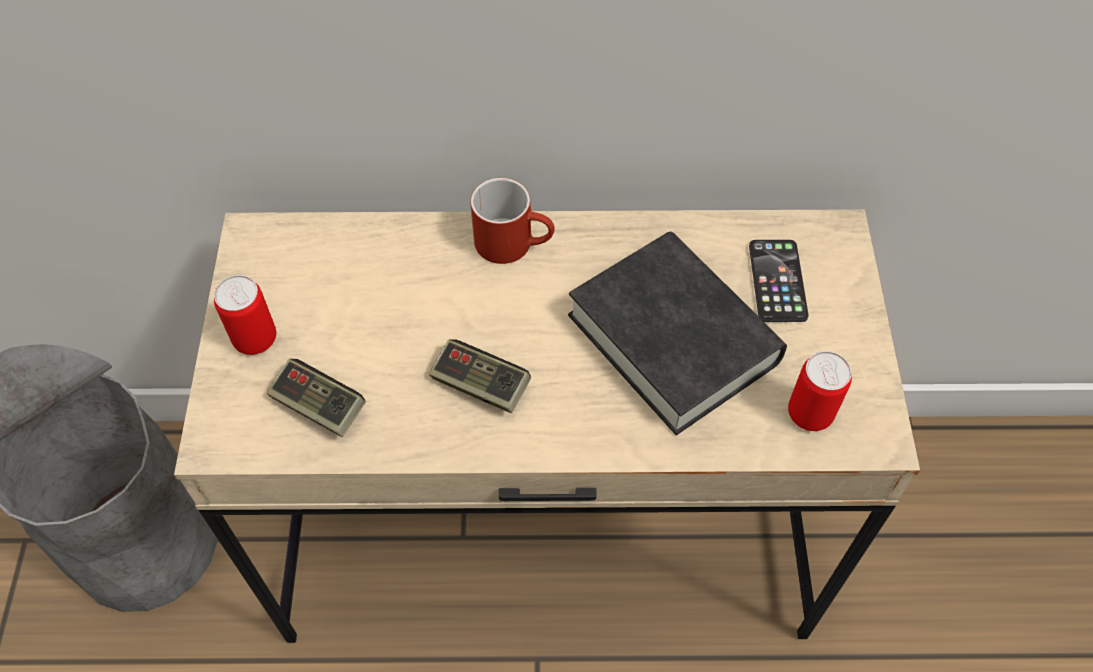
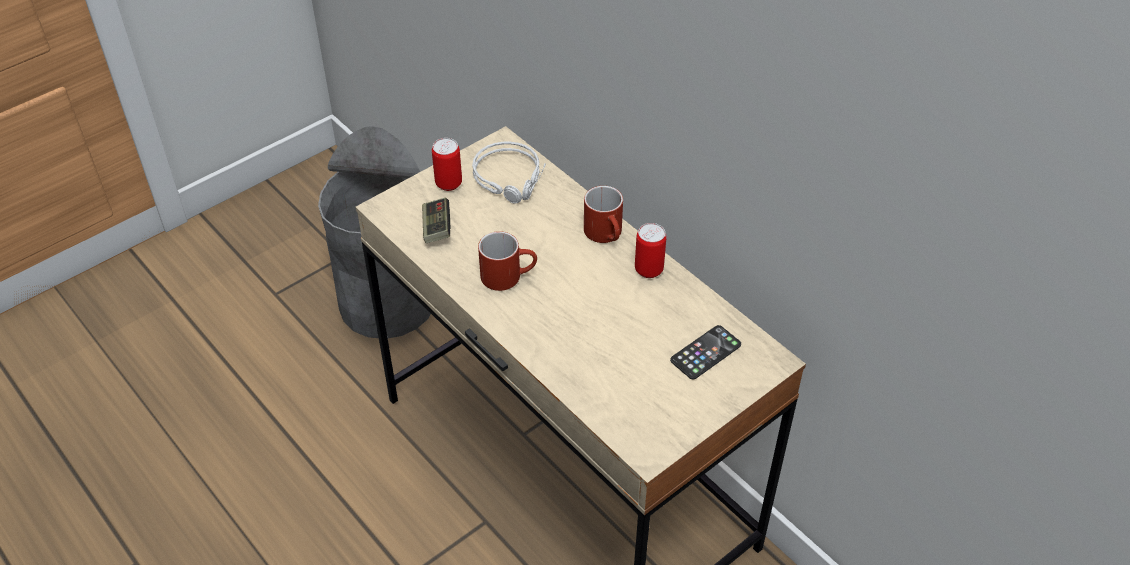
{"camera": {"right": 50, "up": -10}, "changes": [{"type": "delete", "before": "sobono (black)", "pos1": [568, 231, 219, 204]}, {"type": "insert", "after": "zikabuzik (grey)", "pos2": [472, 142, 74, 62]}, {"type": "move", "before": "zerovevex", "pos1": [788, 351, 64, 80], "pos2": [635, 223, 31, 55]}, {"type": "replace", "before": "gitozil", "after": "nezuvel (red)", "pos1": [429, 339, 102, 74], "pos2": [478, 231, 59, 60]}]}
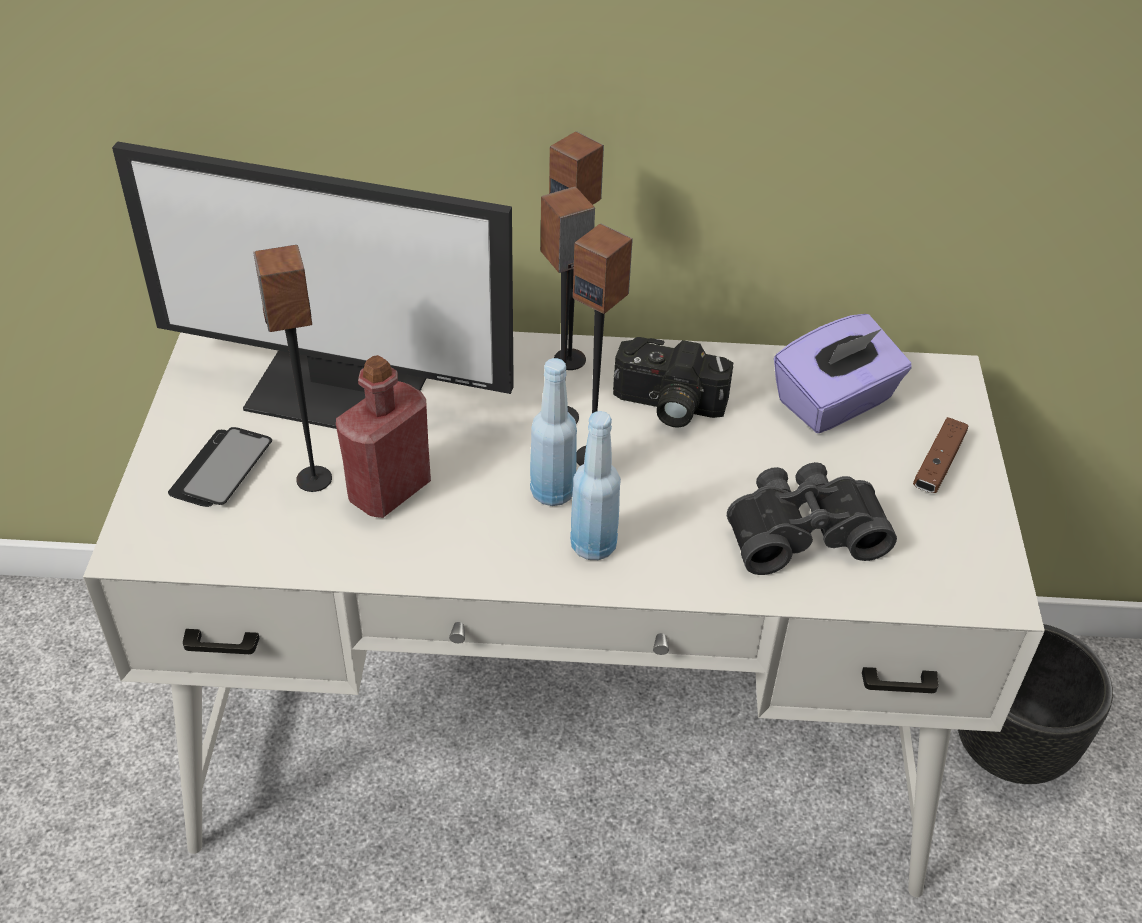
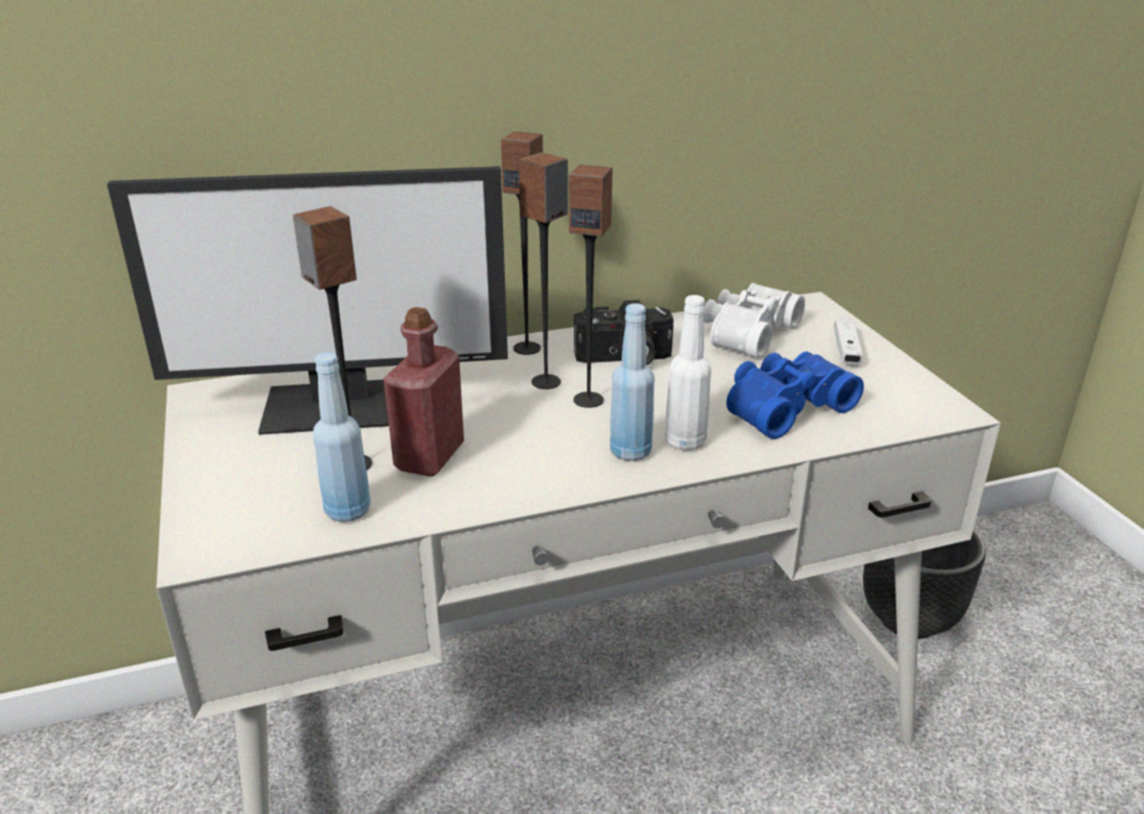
{"camera": {"right": -20, "up": -15}, "changes": [{"type": "delete", "before": "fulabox", "pos1": [168, 427, 104, 80]}, {"type": "insert", "after": "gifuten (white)", "pos2": [665, 295, 46, 156]}, {"type": "move", "before": "gifuten (blue)", "pos1": [530, 358, 47, 148], "pos2": [313, 352, 58, 170]}, {"type": "replace", "before": "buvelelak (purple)", "after": "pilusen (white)", "pos1": [774, 314, 138, 119], "pos2": [703, 283, 102, 76]}, {"type": "recolor", "before": "pilusen (black)", "after": "pilusen (blue)", "pos1": [727, 462, 170, 113], "pos2": [726, 352, 138, 87]}, {"type": "recolor", "before": "gitozil (brown)", "after": "gitozil (white)", "pos1": [913, 417, 56, 76], "pos2": [834, 319, 29, 45]}]}
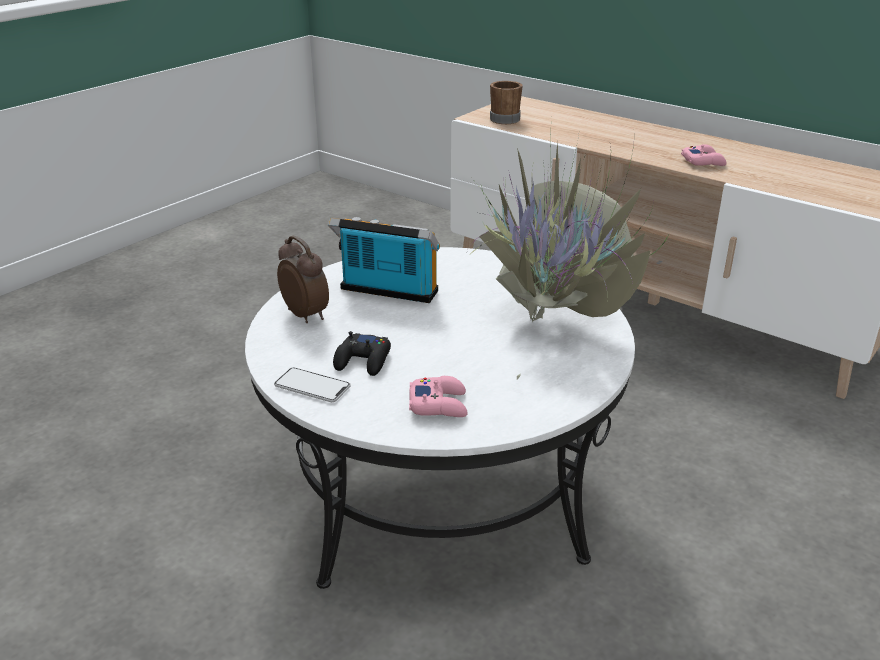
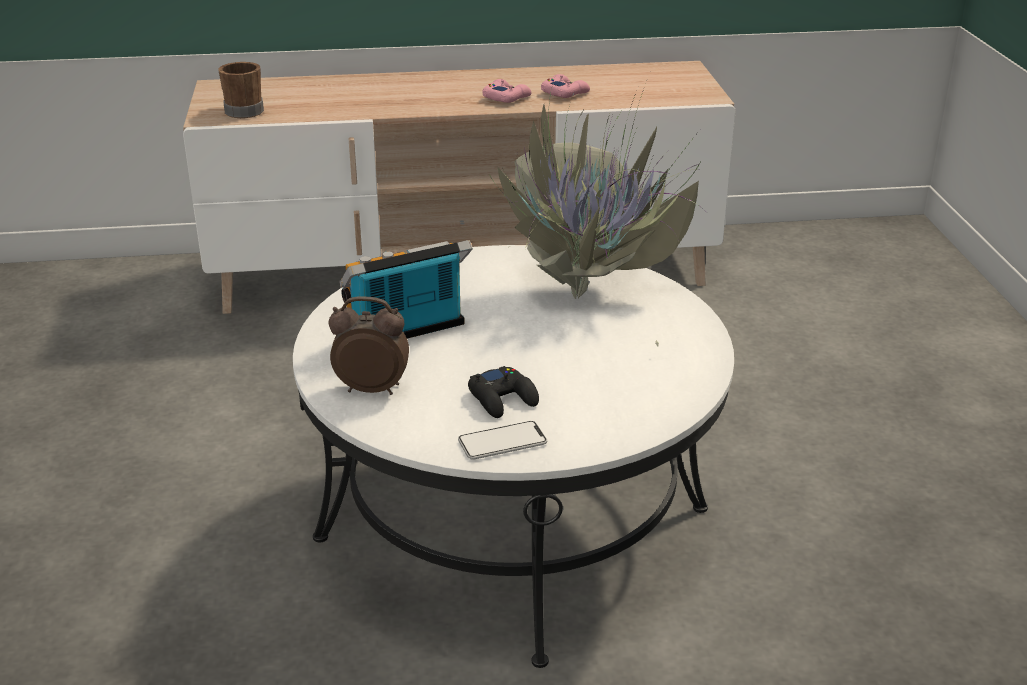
{"camera": {"right": -45, "up": 0}, "changes": [{"type": "move", "before": "gitozil (pink)", "pos1": [409, 376, 59, 41], "pos2": [541, 74, 49, 24]}]}
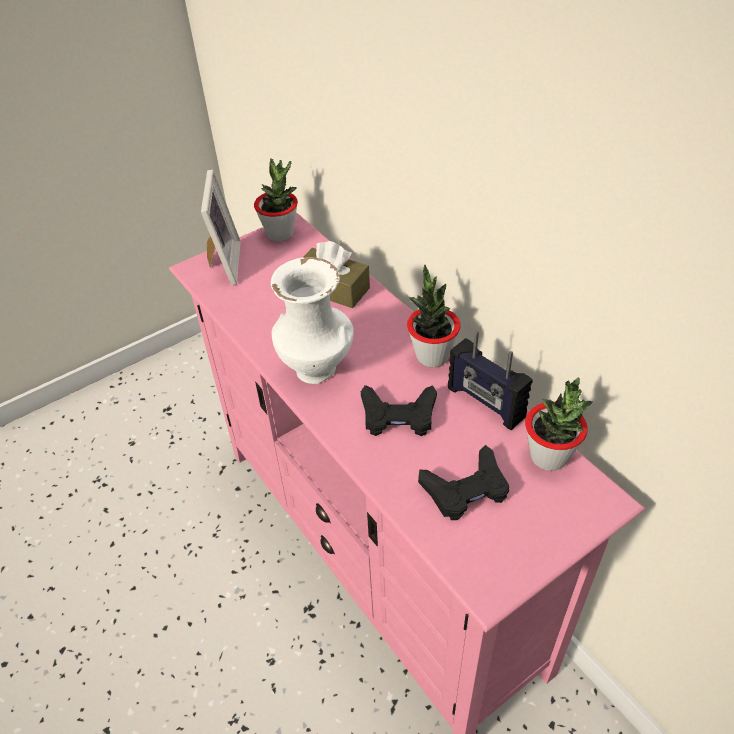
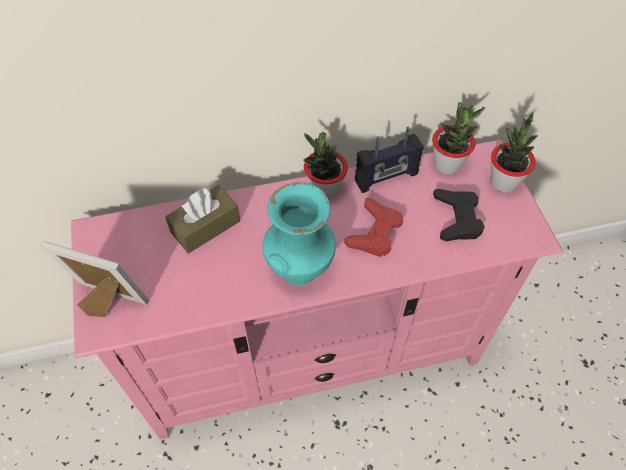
{"camera": {"right": -70, "up": 10}, "changes": [{"type": "move", "before": "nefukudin", "pos1": [254, 158, 44, 83], "pos2": [491, 112, 47, 81]}, {"type": "recolor", "before": "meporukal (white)", "after": "meporukal (turquoise)", "pos1": [271, 257, 83, 127], "pos2": [262, 182, 74, 103]}, {"type": "recolor", "before": "gitozil (black)", "after": "gitozil (red)", "pos1": [361, 385, 76, 51], "pos2": [344, 198, 60, 59]}]}
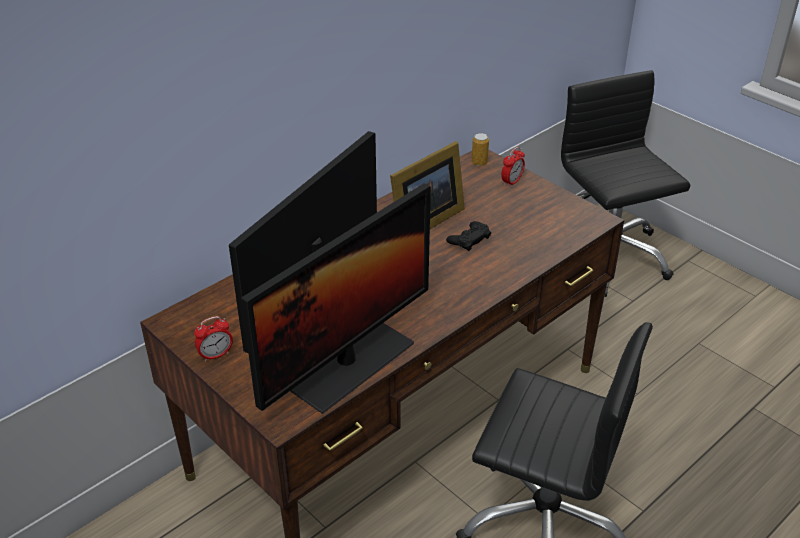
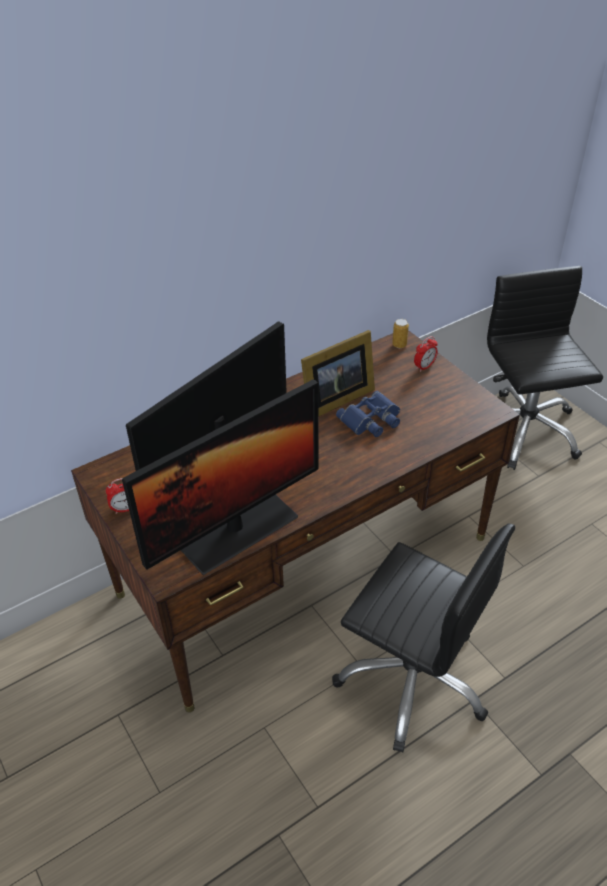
{"camera": {"right": 10, "up": 5}, "changes": [{"type": "replace", "before": "gitozil (black)", "after": "pilusen (blue)", "pos1": [446, 221, 45, 30], "pos2": [336, 391, 64, 46]}]}
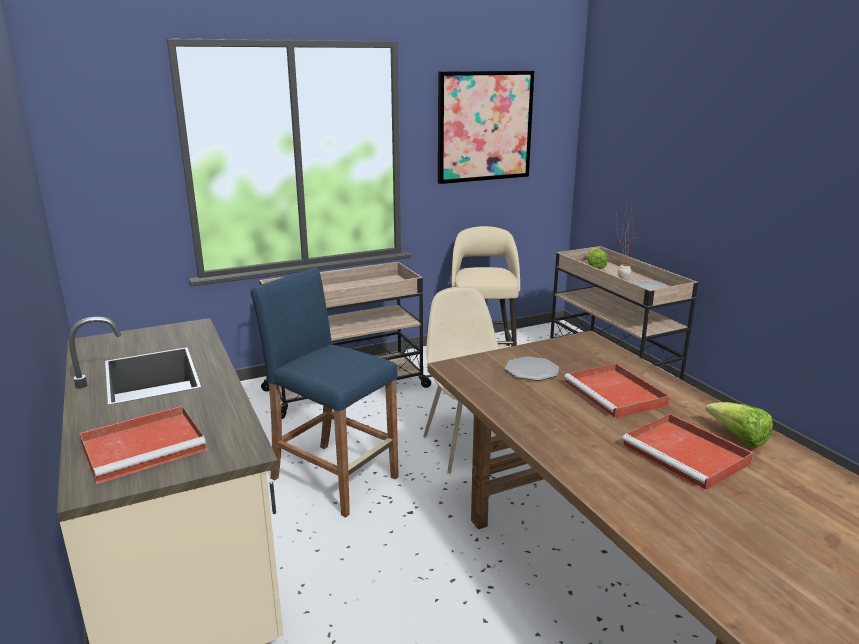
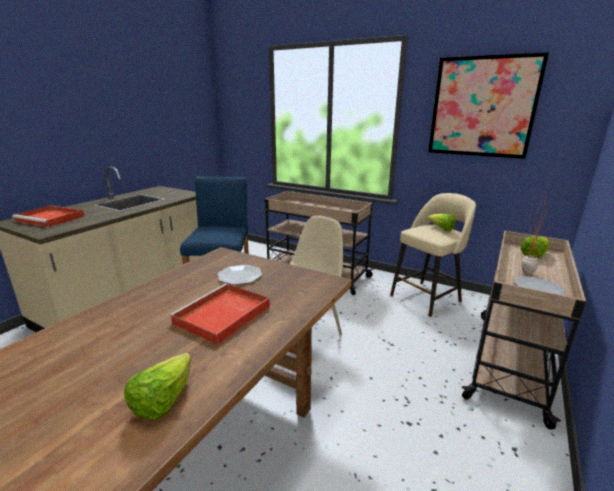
{"camera": {"right": 55, "up": 0}, "changes": [{"type": "delete", "before": "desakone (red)", "pos1": [622, 413, 131, 78]}, {"type": "insert", "after": "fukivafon", "pos2": [428, 214, 28, 18]}]}
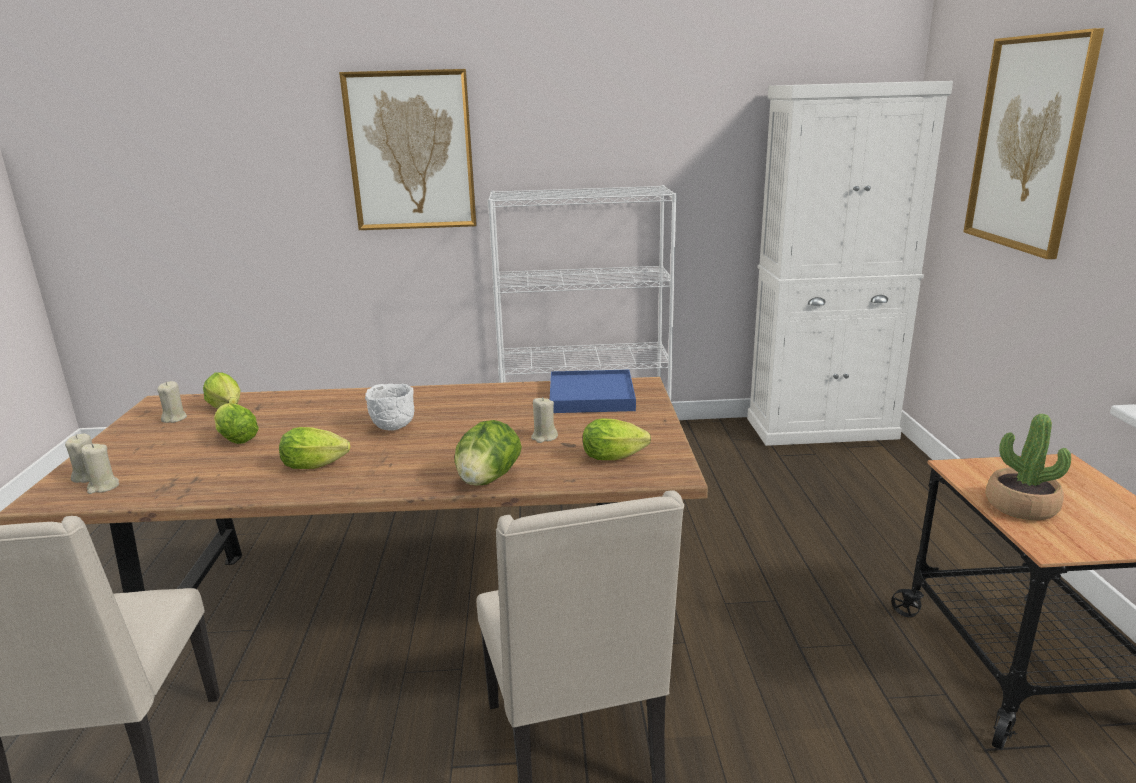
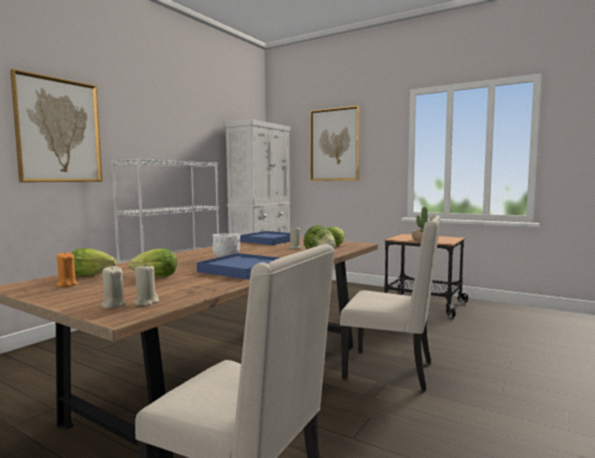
{"camera": {"right": -55, "up": -15}, "changes": [{"type": "replace", "before": "fukivafon", "after": "desakone (blue)", "pos1": [279, 427, 71, 42], "pos2": [197, 253, 82, 26]}, {"type": "recolor", "before": "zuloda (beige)", "after": "zuloda (orange)", "pos1": [157, 381, 30, 42], "pos2": [56, 252, 21, 35]}]}
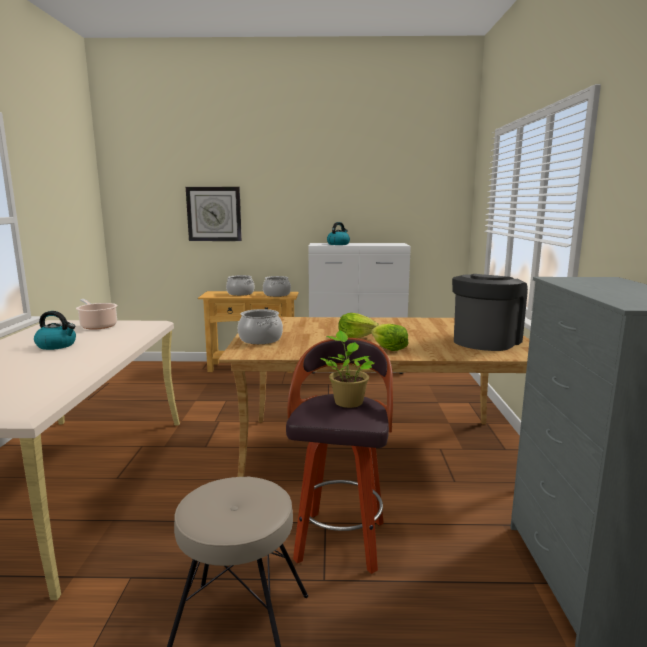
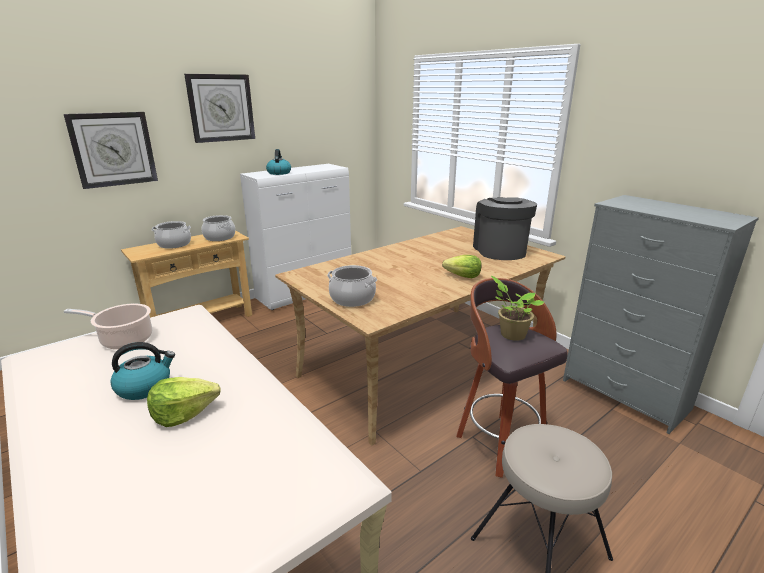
{"camera": {"right": -40, "up": 10}, "changes": [{"type": "insert", "after": "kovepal", "pos2": [184, 74, 71, 69]}, {"type": "move", "before": "fukivafon", "pos1": [339, 313, 40, 25], "pos2": [147, 377, 74, 50]}]}
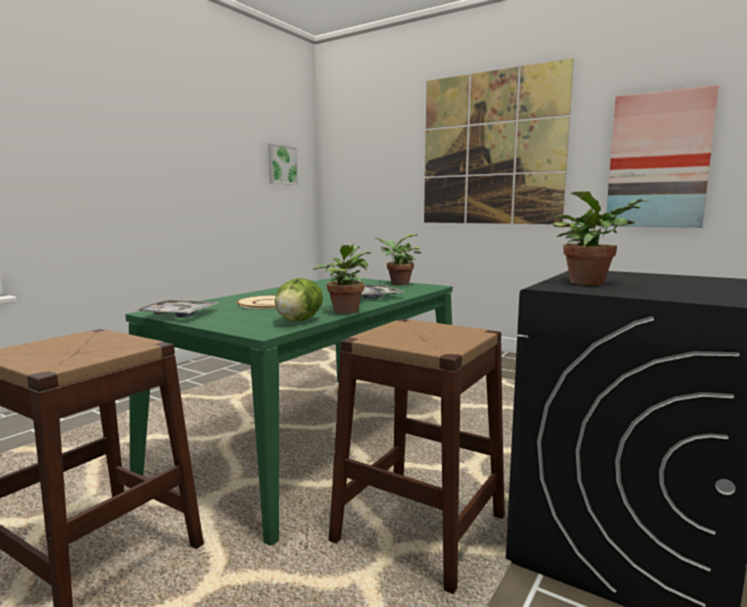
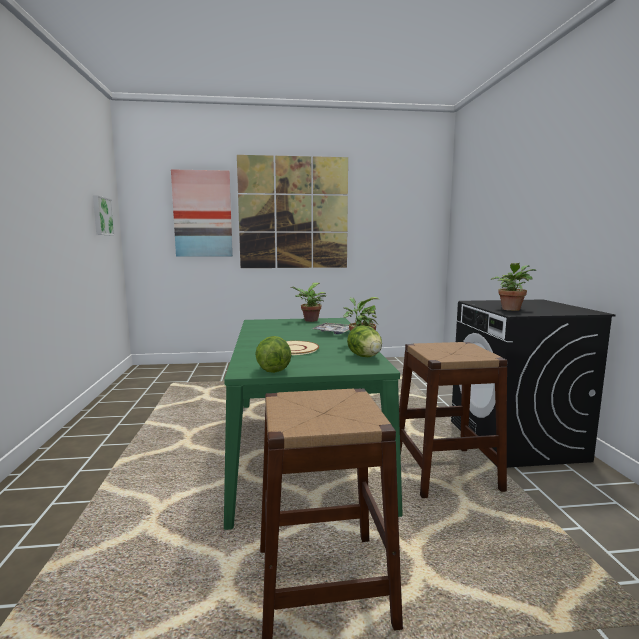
{"camera": {"right": -40, "up": 0}, "changes": [{"type": "move", "before": "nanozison", "pos1": [606, 85, 113, 143], "pos2": [171, 169, 62, 88]}, {"type": "replace", "before": "desakone", "after": "fukivafon", "pos1": [135, 300, 83, 17], "pos2": [255, 336, 37, 37]}]}
